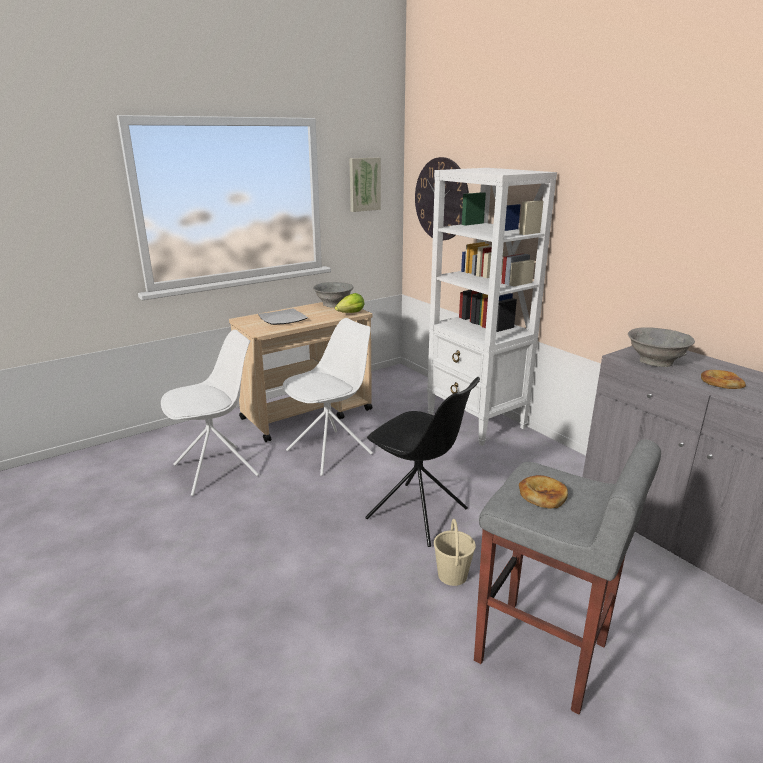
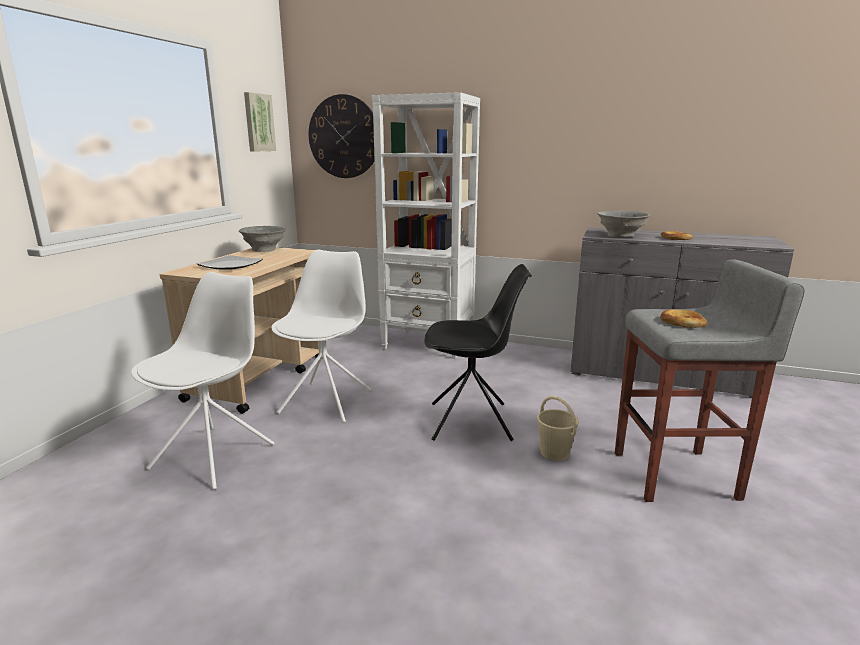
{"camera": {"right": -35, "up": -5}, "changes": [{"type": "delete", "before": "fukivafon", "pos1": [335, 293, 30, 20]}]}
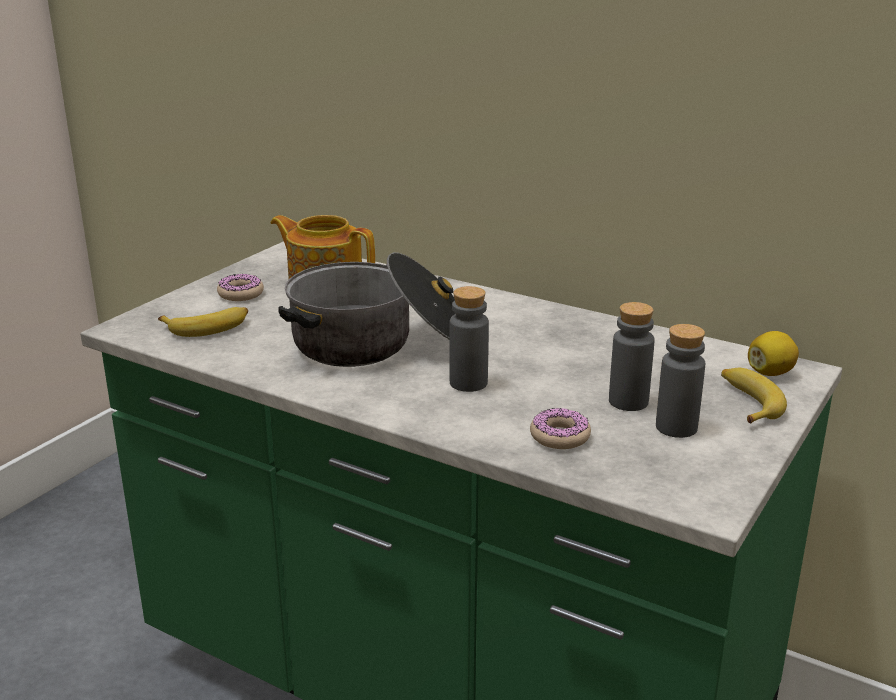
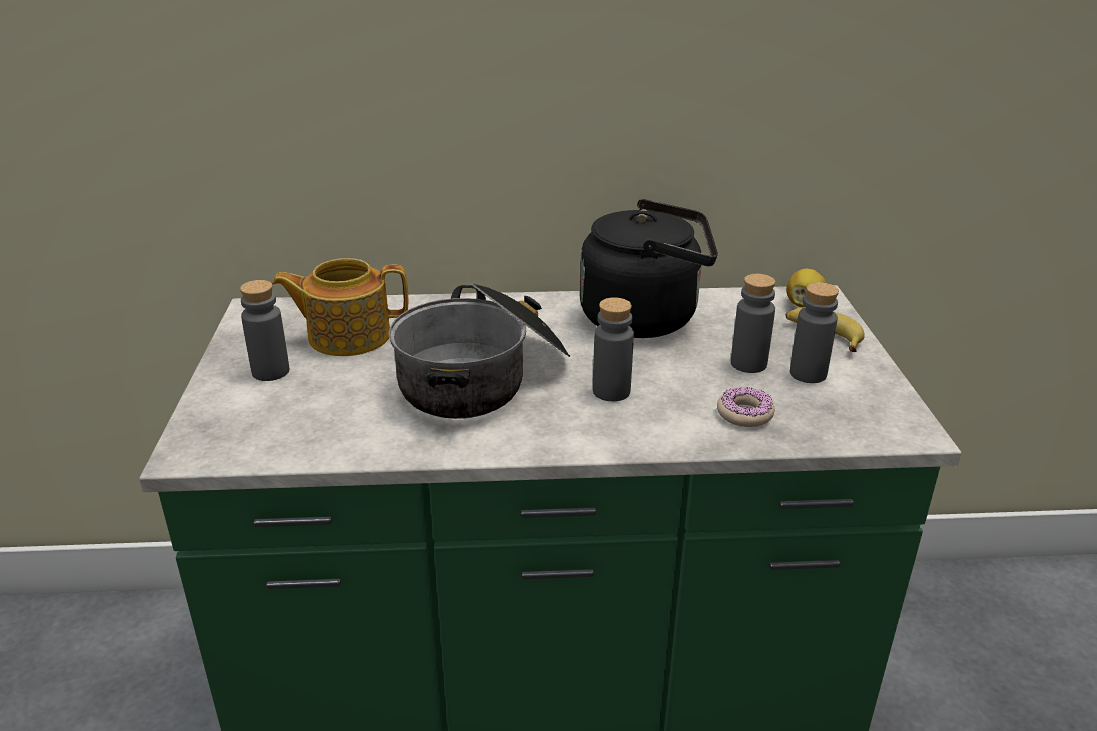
{"camera": {"right": -35, "up": 5}, "changes": [{"type": "delete", "before": "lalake", "pos1": [158, 307, 90, 30]}, {"type": "insert", "after": "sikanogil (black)", "pos2": [580, 199, 138, 139]}, {"type": "replace", "before": "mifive", "after": "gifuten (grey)", "pos1": [217, 274, 47, 27], "pos2": [240, 280, 49, 101]}]}
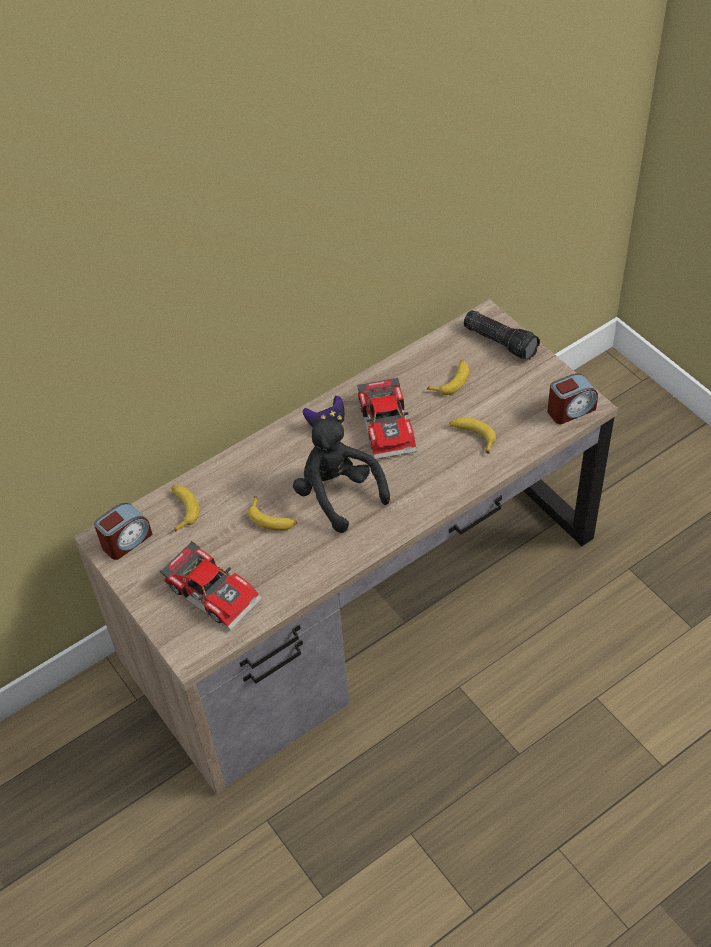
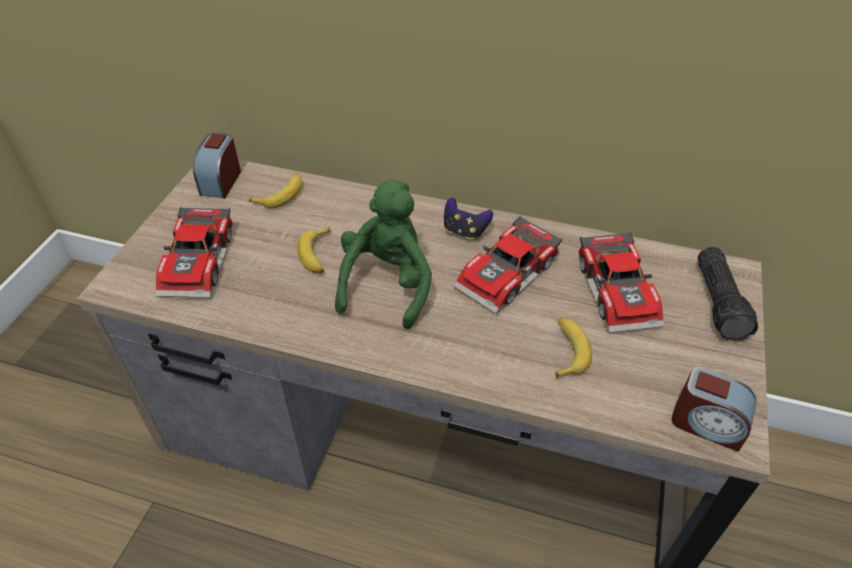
{"camera": {"right": 50, "up": -5}, "changes": [{"type": "replace", "before": "lalake", "after": "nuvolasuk", "pos1": [427, 360, 42, 35], "pos2": [578, 232, 86, 101]}, {"type": "recolor", "before": "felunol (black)", "after": "felunol (green)", "pos1": [293, 417, 97, 116], "pos2": [335, 180, 97, 149]}, {"type": "rotate", "before": "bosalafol", "pos1": [94, 503, 59, 57], "pos2": [193, 133, 48, 66], "turn": 90}]}
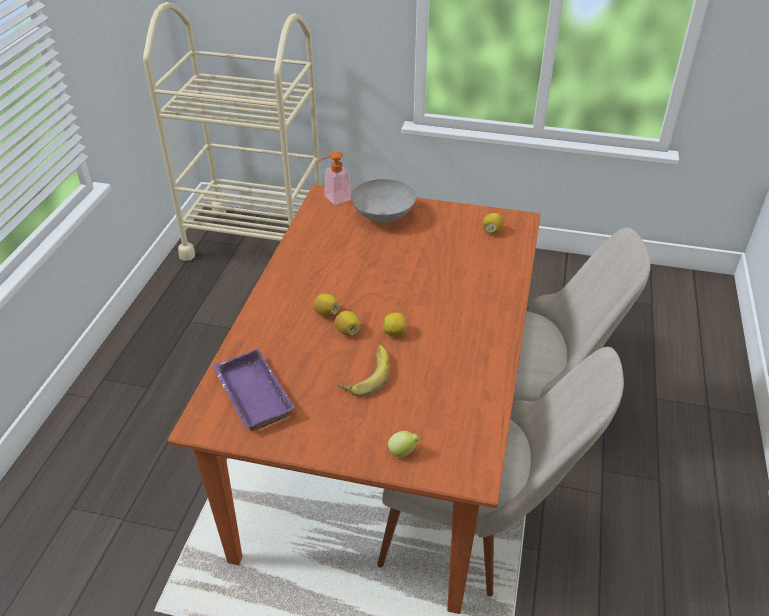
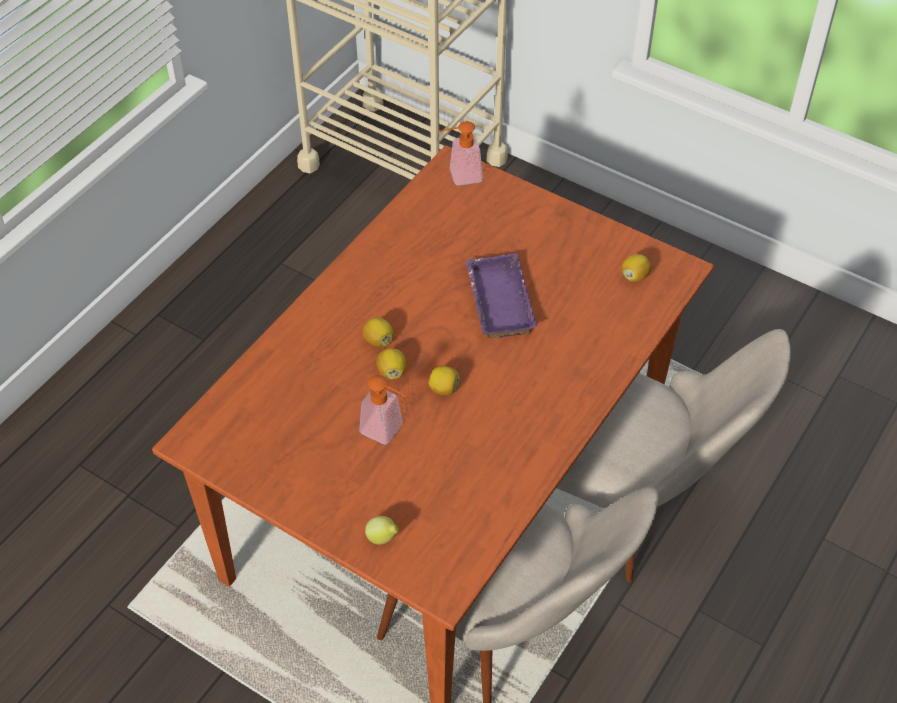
{"camera": {"right": 20, "up": 10}, "changes": [{"type": "delete", "before": "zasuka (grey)", "pos1": [351, 179, 65, 44]}, {"type": "move", "before": "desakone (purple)", "pos1": [212, 349, 83, 82], "pos2": [466, 253, 71, 85]}, {"type": "replace", "before": "lalake", "after": "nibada", "pos1": [338, 345, 52, 52], "pos2": [359, 375, 48, 70]}]}
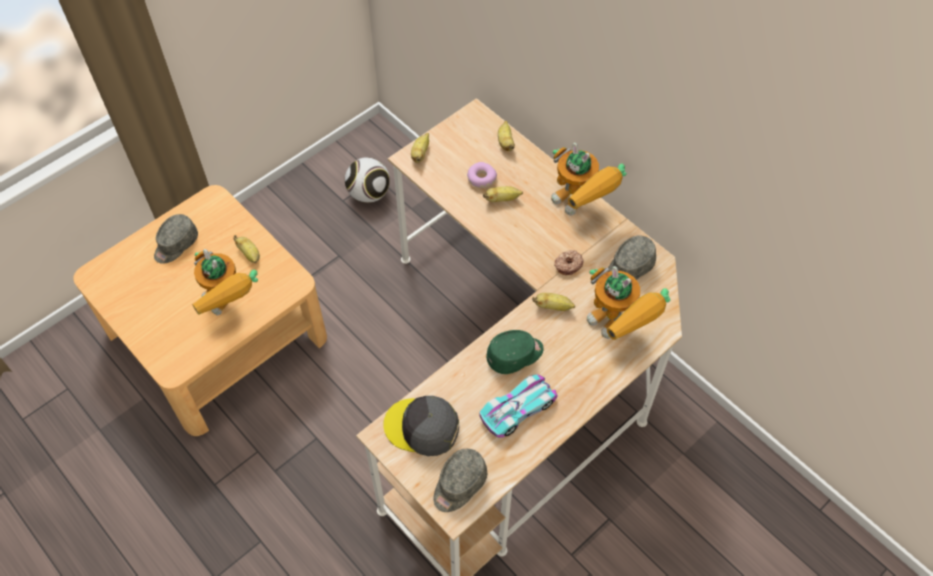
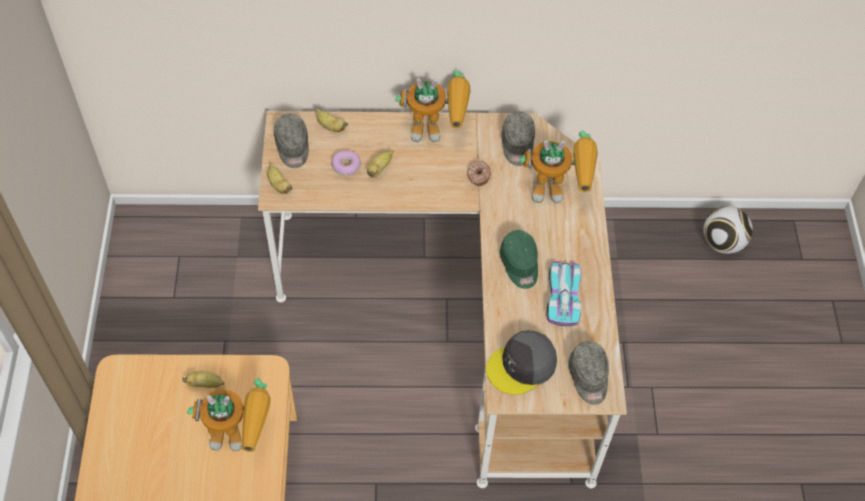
{"camera": {"right": -50, "up": 0}, "changes": [{"type": "delete", "before": "lalake", "pos1": [532, 293, 43, 18]}, {"type": "move", "before": "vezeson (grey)", "pos1": [154, 214, 44, 50], "pos2": [274, 114, 35, 54]}, {"type": "move", "before": "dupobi", "pos1": [345, 157, 45, 46], "pos2": [703, 206, 50, 48]}, {"type": "rotate", "before": "vezeson (green)", "pos1": [486, 330, 58, 44], "pos2": [500, 230, 38, 59], "turn": 150}]}
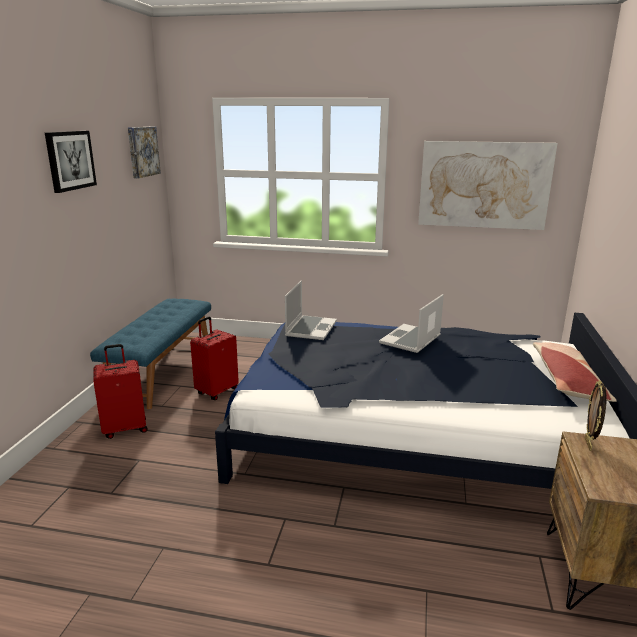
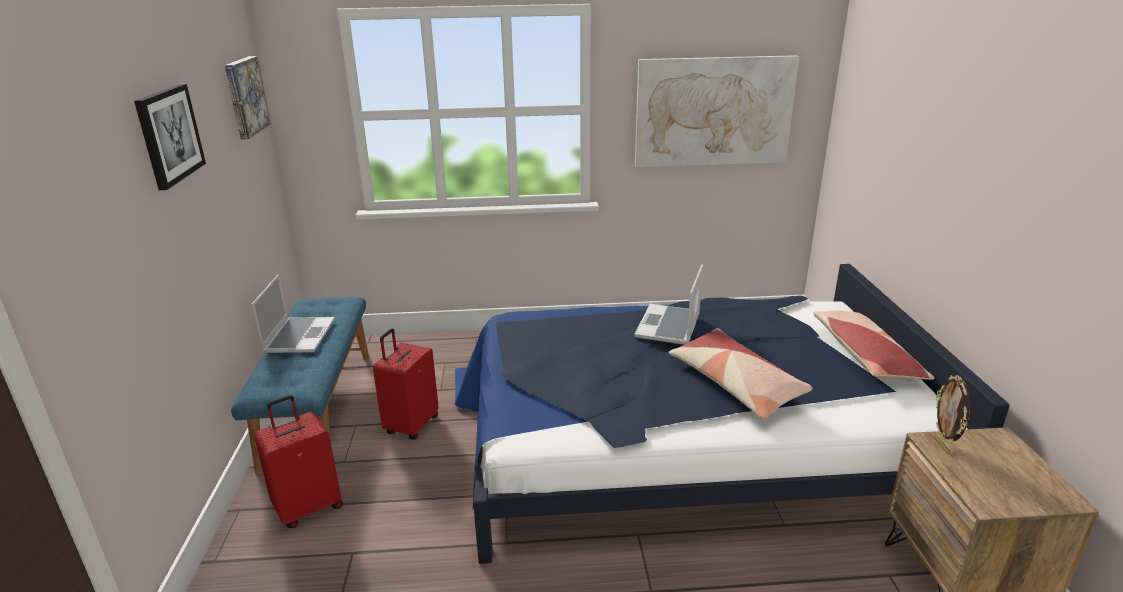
{"camera": {"right": -15, "up": 5}, "changes": [{"type": "insert", "after": "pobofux", "pos2": [669, 328, 143, 91]}, {"type": "move", "before": "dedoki", "pos1": [285, 280, 52, 60], "pos2": [252, 274, 83, 79]}]}
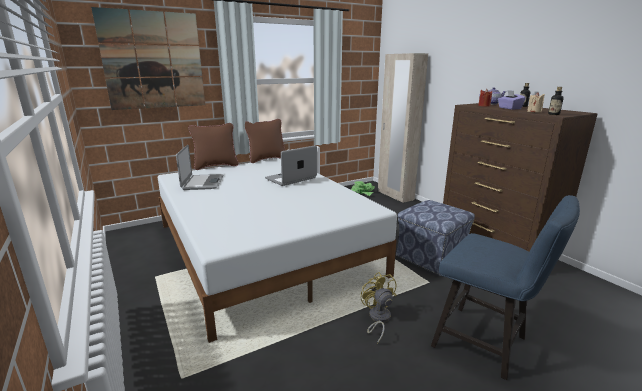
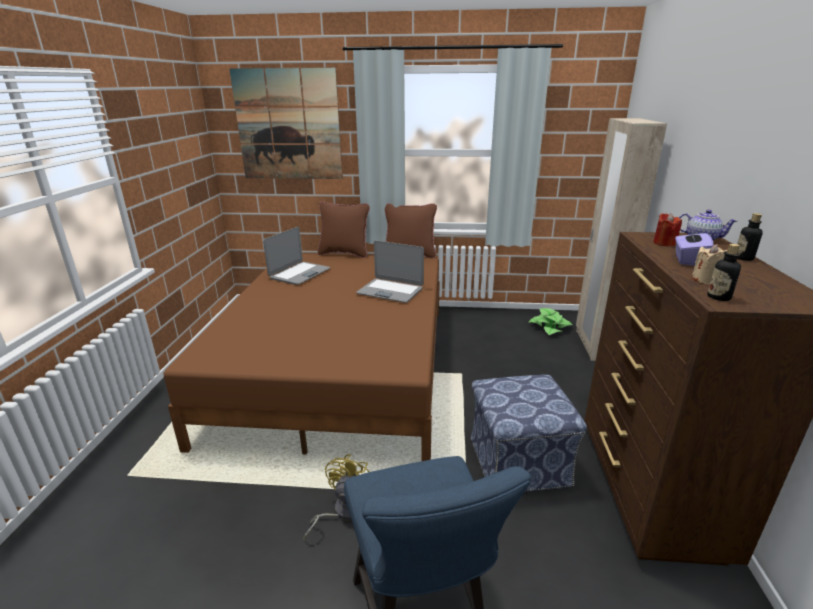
{"camera": {"right": 35, "up": 5}, "changes": [{"type": "recolor", "before": "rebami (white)", "after": "rebami (brown)", "pos1": [158, 159, 239, 184], "pos2": [163, 254, 277, 207]}, {"type": "rotate", "before": "dedoki", "pos1": [265, 145, 52, 41], "pos2": [356, 240, 68, 63], "turn": -150}]}
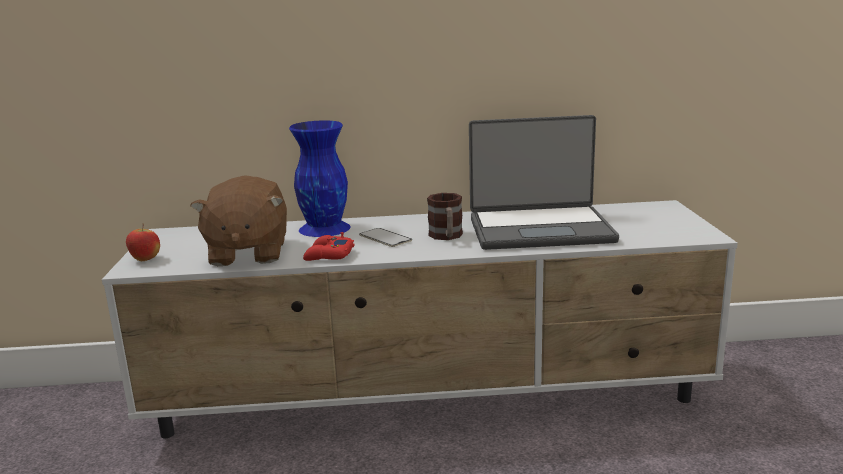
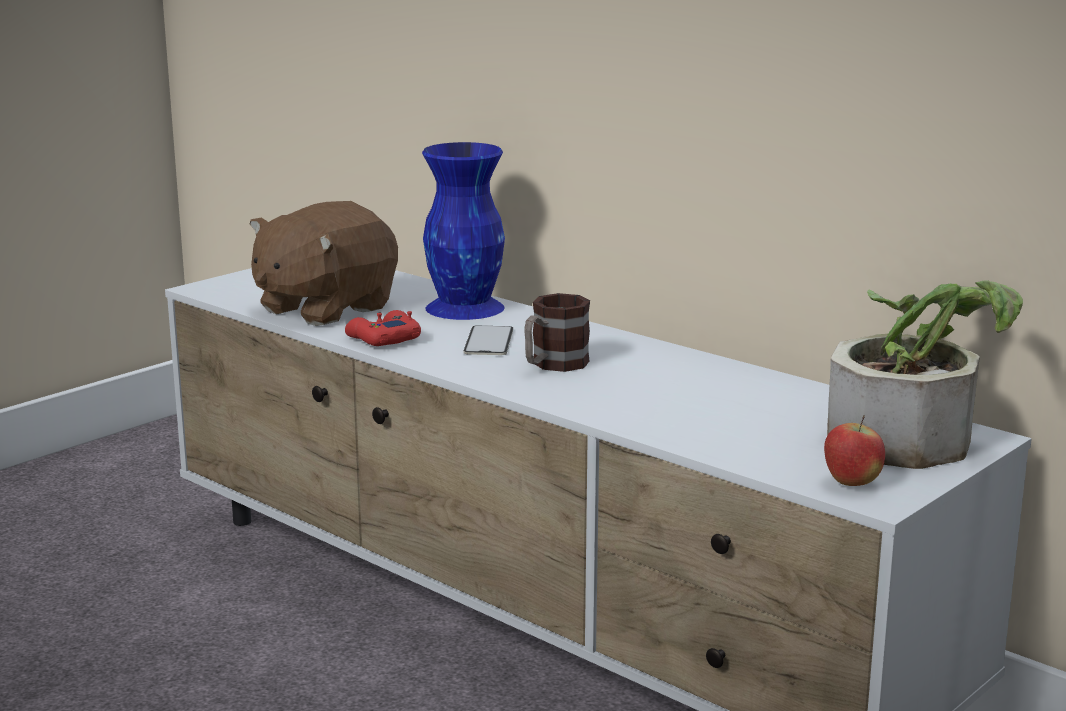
{"camera": {"right": 45, "up": 0}, "changes": [{"type": "delete", "before": "dedoki", "pos1": [469, 115, 150, 135]}, {"type": "insert", "after": "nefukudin", "pos2": [827, 280, 196, 189]}, {"type": "move", "before": "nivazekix", "pos1": [126, 223, 34, 38], "pos2": [824, 415, 61, 71]}]}
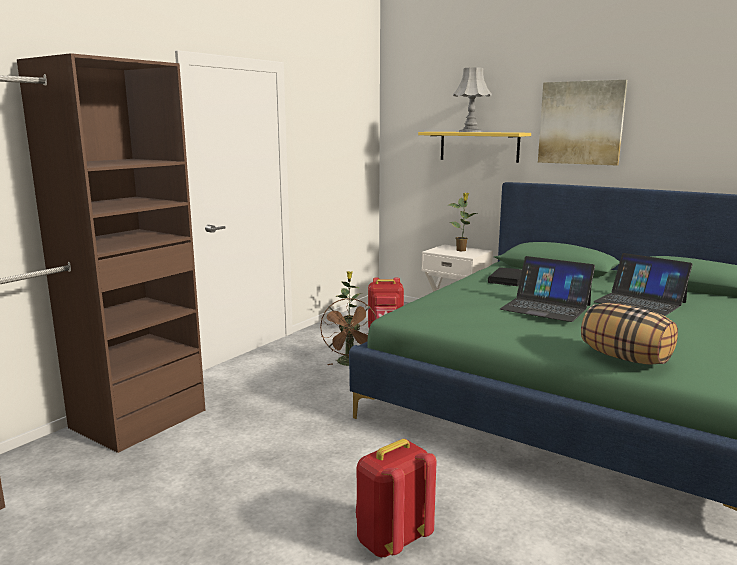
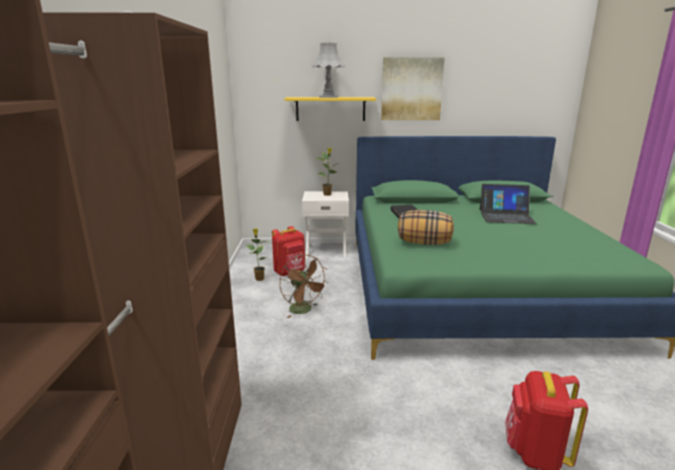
{"camera": {"right": -35, "up": 5}, "changes": [{"type": "delete", "before": "dedoki", "pos1": [500, 256, 95, 66]}, {"type": "move", "before": "pobofux", "pos1": [581, 303, 97, 62], "pos2": [398, 210, 56, 35]}]}
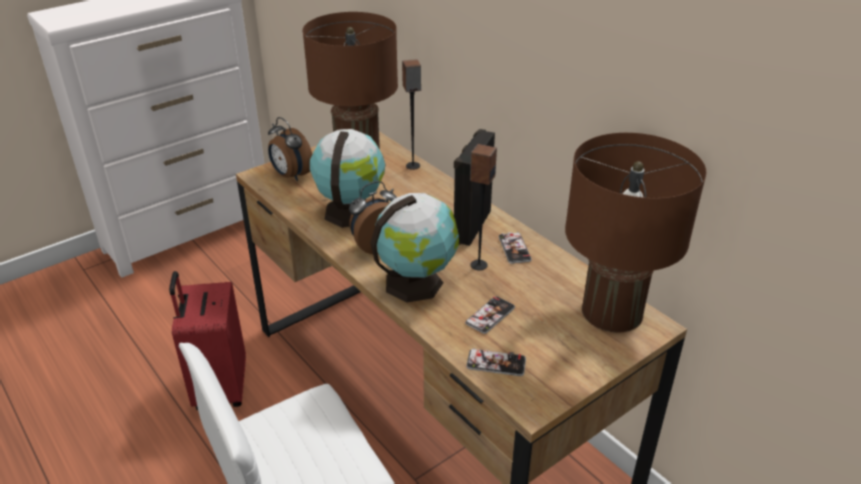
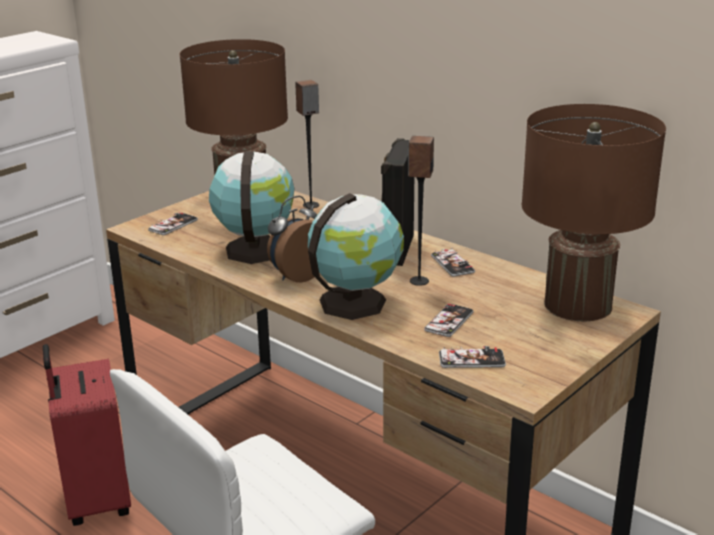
{"camera": {"right": -10, "up": -10}, "changes": [{"type": "replace", "before": "bosalafol", "after": "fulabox", "pos1": [268, 117, 44, 64], "pos2": [148, 212, 50, 23]}]}
